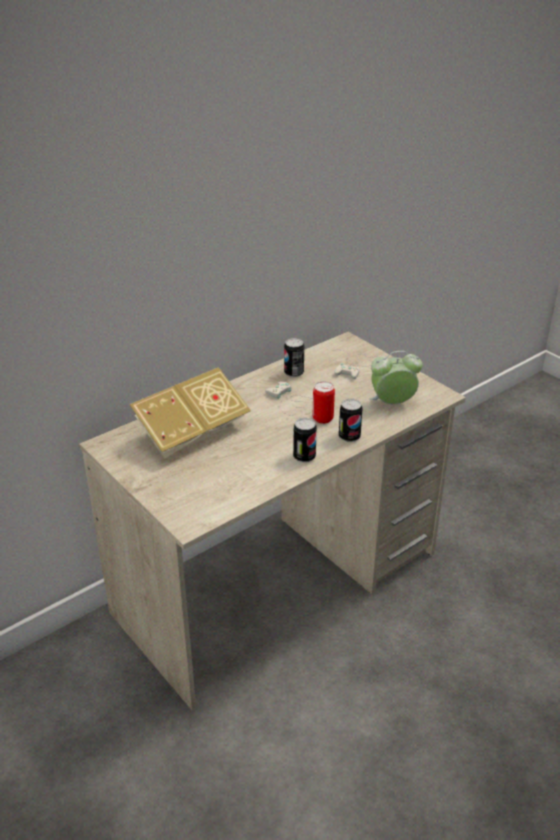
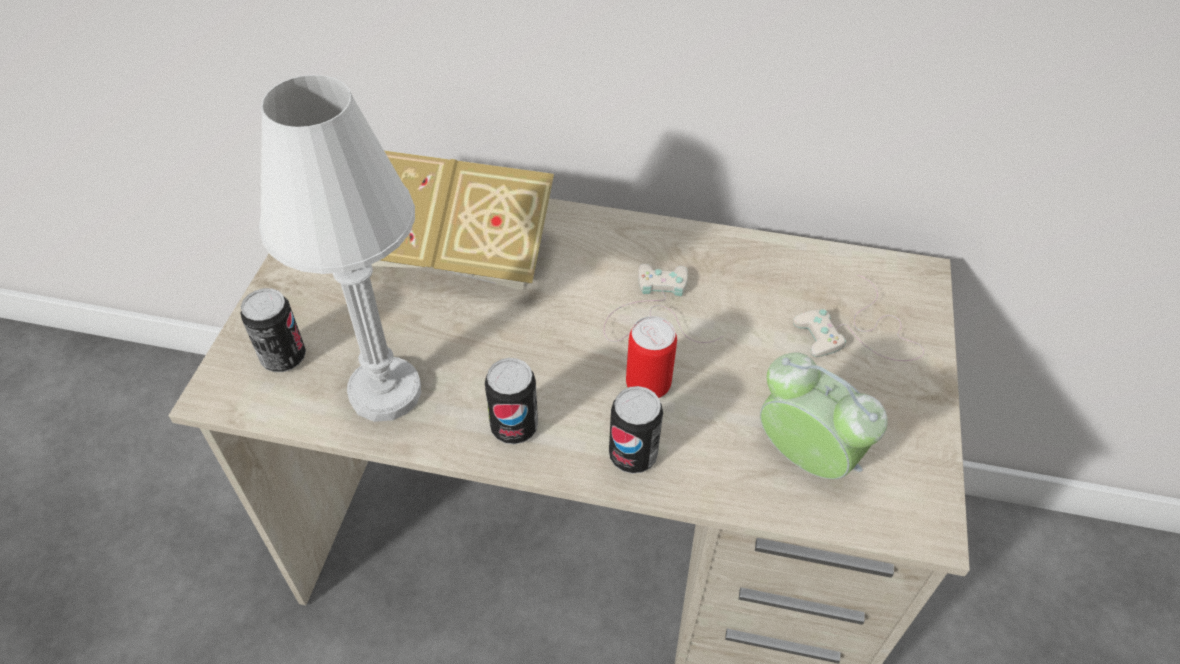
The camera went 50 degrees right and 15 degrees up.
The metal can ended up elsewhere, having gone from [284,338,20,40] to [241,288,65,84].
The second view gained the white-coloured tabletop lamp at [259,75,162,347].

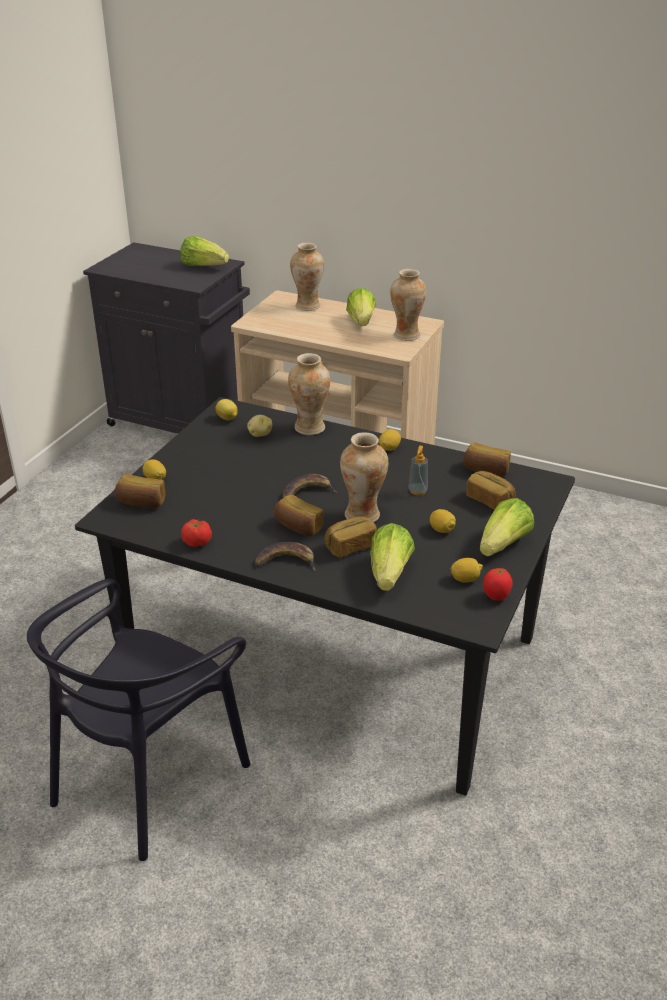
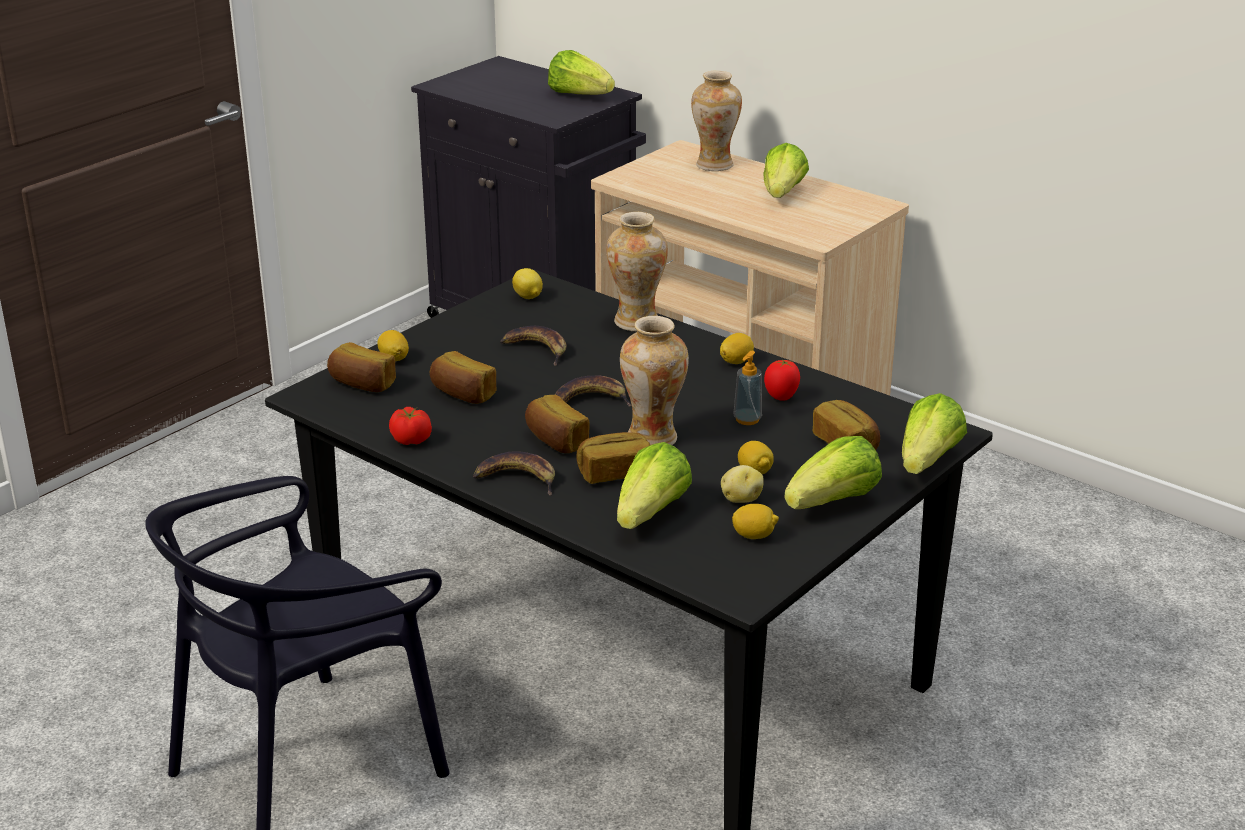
The camera went 15 degrees right and 5 degrees down.
The baked bread ended up elsewhere, having gone from [463,442,48,35] to [430,351,66,53].
The second view gained the whole banana at [500,326,67,40].
The potato ended up elsewhere, having gone from [247,415,25,22] to [721,465,43,38].
The fresh tomato ended up elsewhere, having gone from [483,568,30,33] to [764,359,36,41].
The second view gained the head of lettuce at [902,393,65,81].
The second view lost the flower vase at [390,269,36,72].

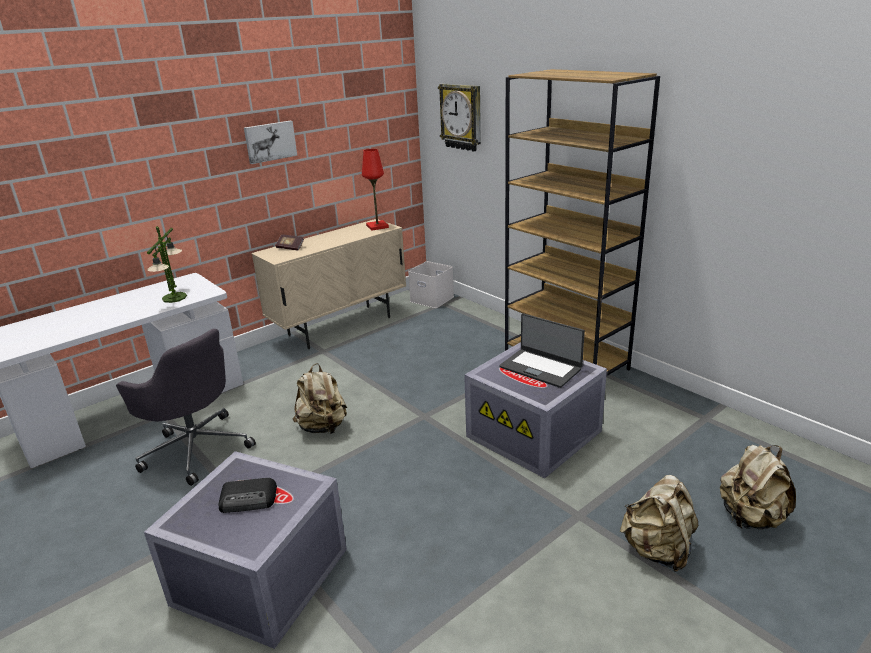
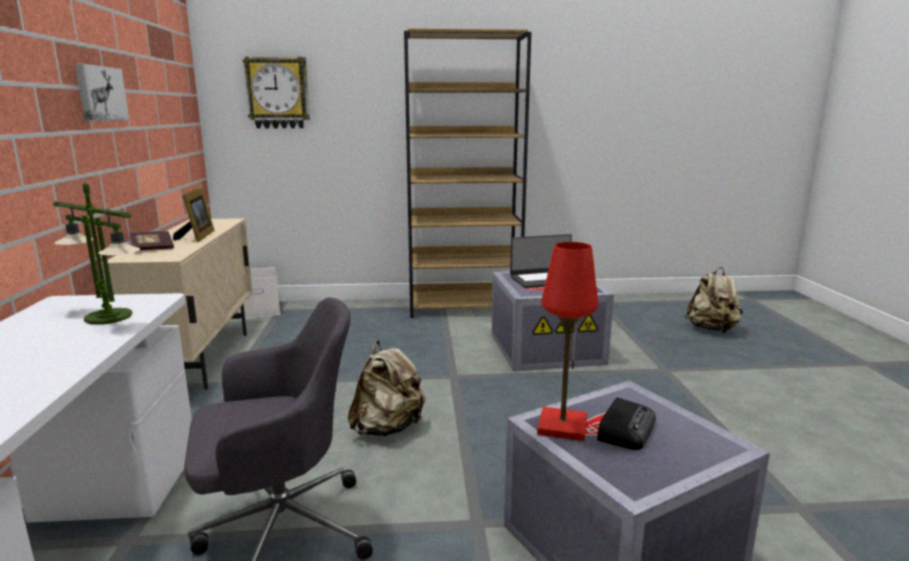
The camera went 55 degrees left and 10 degrees down.
The second view gained the picture frame at [173,188,41,54].
The reddish tabletop lamp ended up elsewhere, having gone from [362,149,27,82] to [537,242,61,199].
The second view lost the beige rucksack at [620,475,78,97].

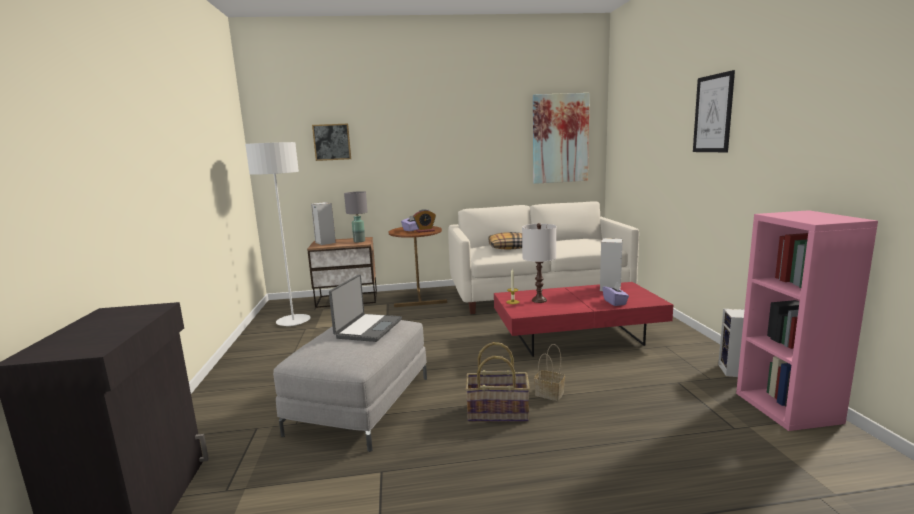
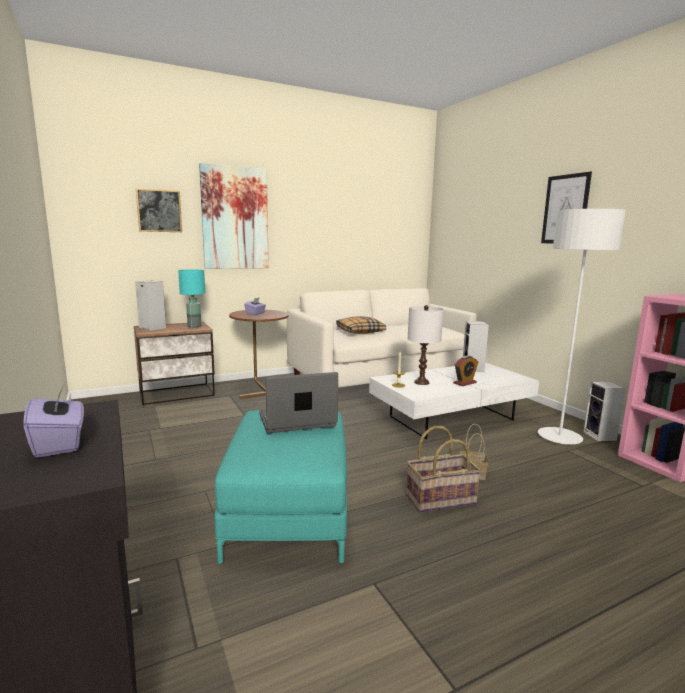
The camera went 20 degrees left and 0 degrees up.
The purple tissue box ended up elsewhere, having gone from [602,282,27,24] to [23,384,61,74].
What was the greyish tabletop lamp at [344,191,24,51] turned into the turquoise tabletop lamp at [178,270,27,58].
The picture ended up elsewhere, having gone from [533,93,57,91] to [199,163,70,106].
What was the greyish footrest at [273,320,154,132] turned into the turquoise footrest at [214,410,133,154].
The notebook computer at [329,274,73,68] ended up facing another way, 105 degrees counterclockwise from before.
What was the reddish coffee table at [494,282,179,75] turned into the white-coloured coffee table at [369,363,170,76].
The alarm clock ended up elsewhere, having gone from [413,209,23,24] to [453,355,25,31].
The white-coloured standard lamp ended up elsewhere, having gone from [245,142,66,184] to [538,209,88,235].

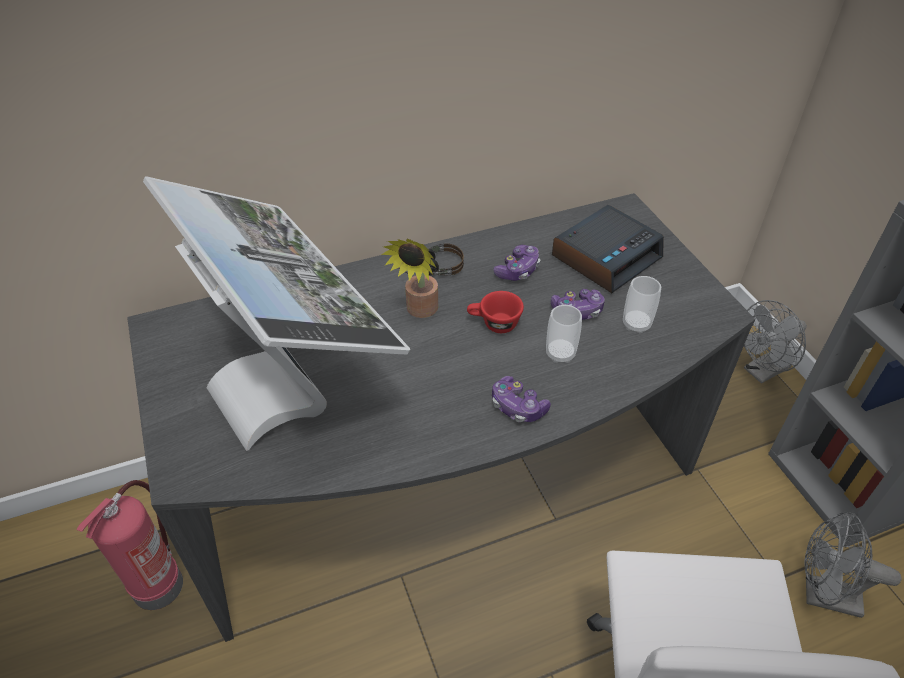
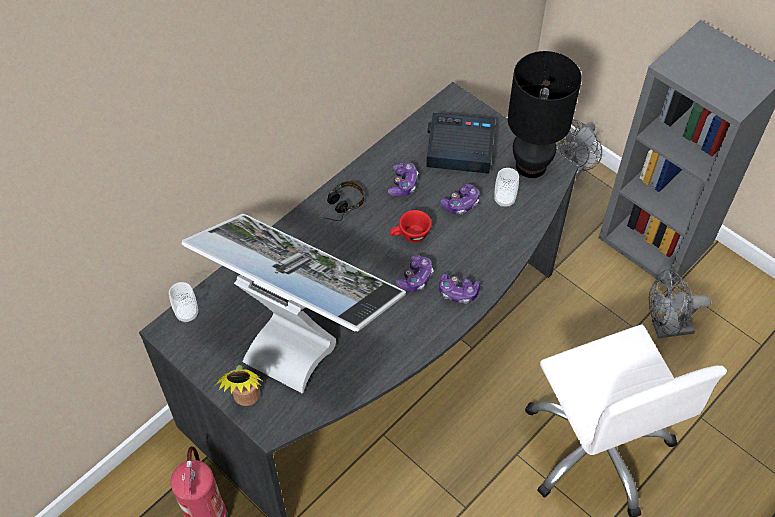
The camera went 25 degrees left and 10 degrees up.
The cup ended up elsewhere, having gone from [546,305,36,58] to [169,282,29,41].
The houseplant ended up elsewhere, having gone from [381,239,57,79] to [216,365,46,41].
The second view gained the gamepad at [396,255,38,37].
The alarm clock at [552,205,112,88] ended up facing another way, 105 degrees counterclockwise from before.
The second view gained the blackish tabletop lamp at [508,51,74,127].

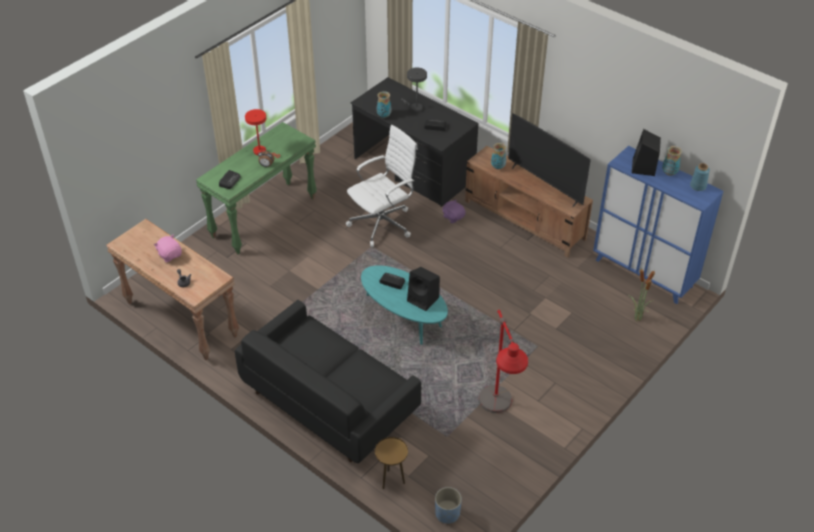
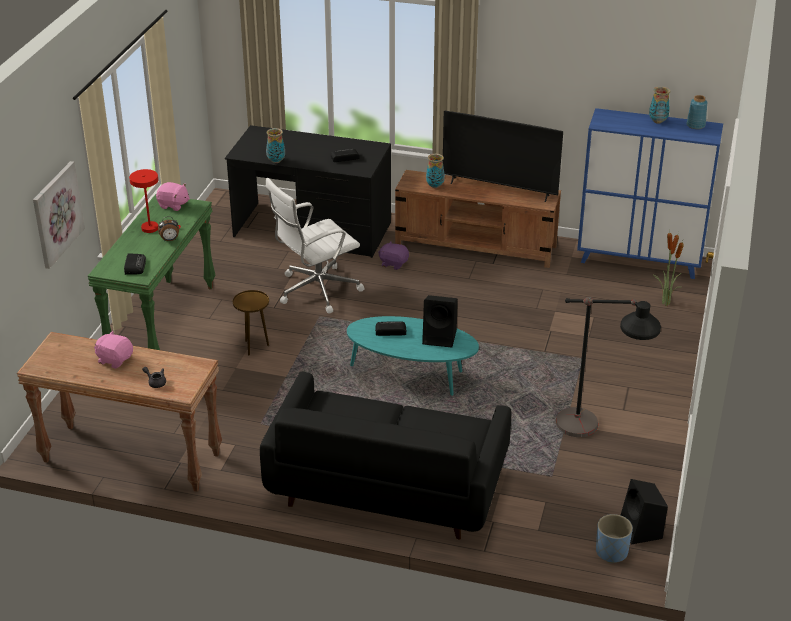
The camera went 25 degrees left and 10 degrees down.
The second view gained the picture at [33,161,52,108].
The second view gained the pinkish soft toy at [156,182,34,29].
The brownish accent table ended up elsewhere, having gone from [375,437,33,52] to [233,290,36,66].
The white-coloured computer chair at [346,125,72,122] ended up facing another way, 150 degrees counterclockwise from before.
What was the reddish standard lamp at [479,310,49,103] turned into the blackish standard lamp at [556,297,105,140].
The blackish loudspeaker ended up elsewhere, having gone from [632,129,29,47] to [621,479,47,65].
The second view lost the greyish tabletop lamp at [401,68,26,45].

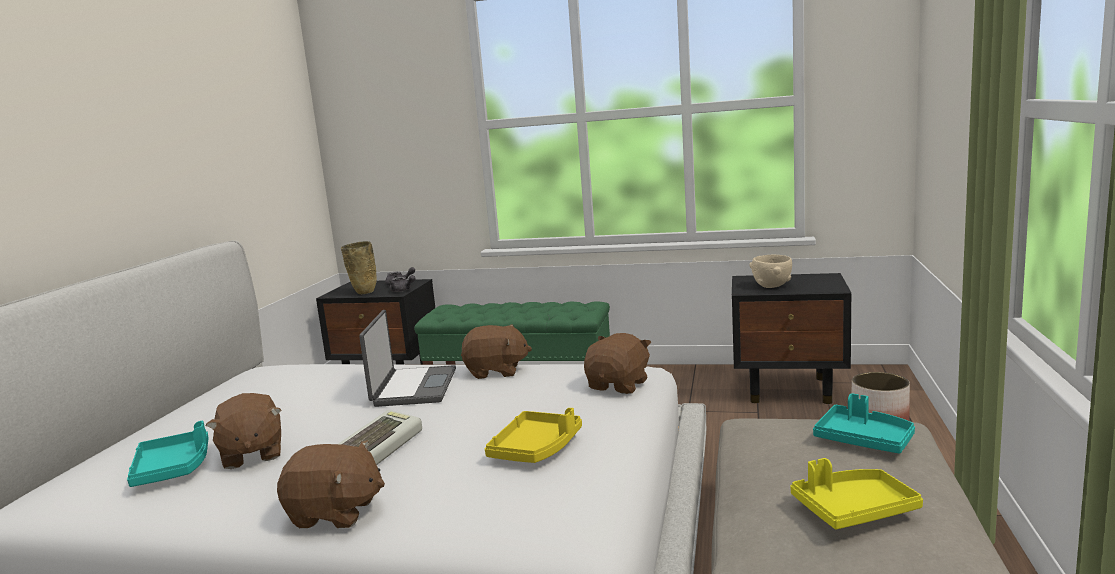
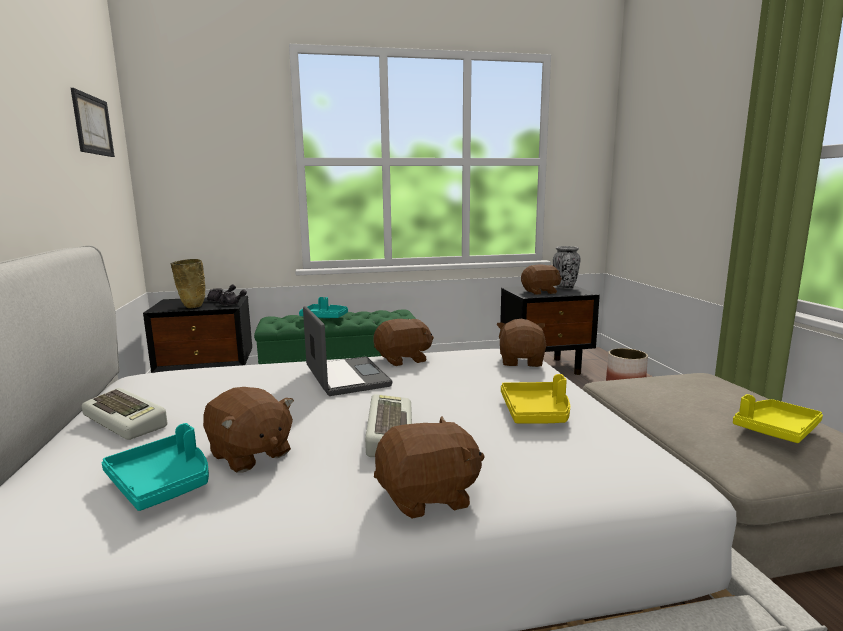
The camera went 25 degrees left and 0 degrees up.
The second view gained the picture at [71,88,44,69].
The second view gained the PC keyboard at [82,388,85,52].
The turquoise serving tray ended up elsewhere, having gone from [813,393,102,61] to [299,297,49,21].
Where the beige deep dish stood at [750,255,42,33], the brownish soft toy came to stand at [521,264,41,31].
The second view gained the flower vase at [553,246,27,43].

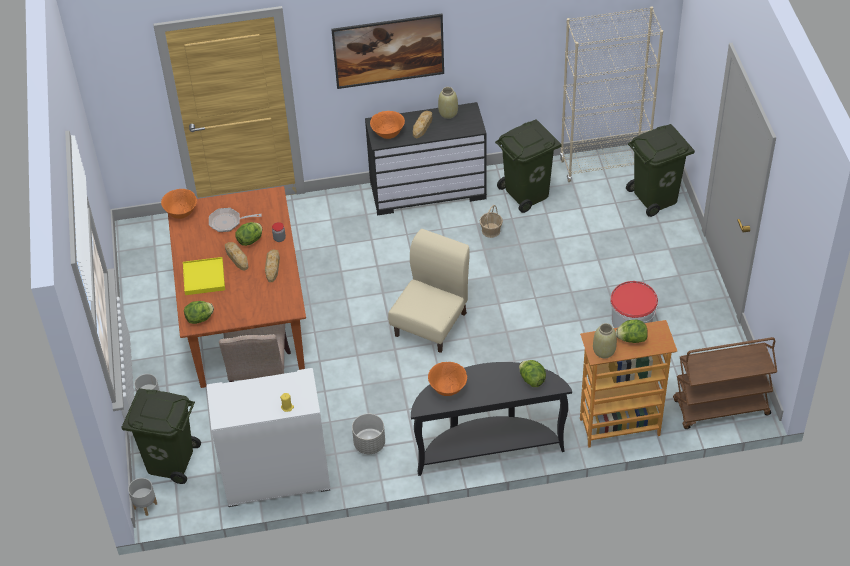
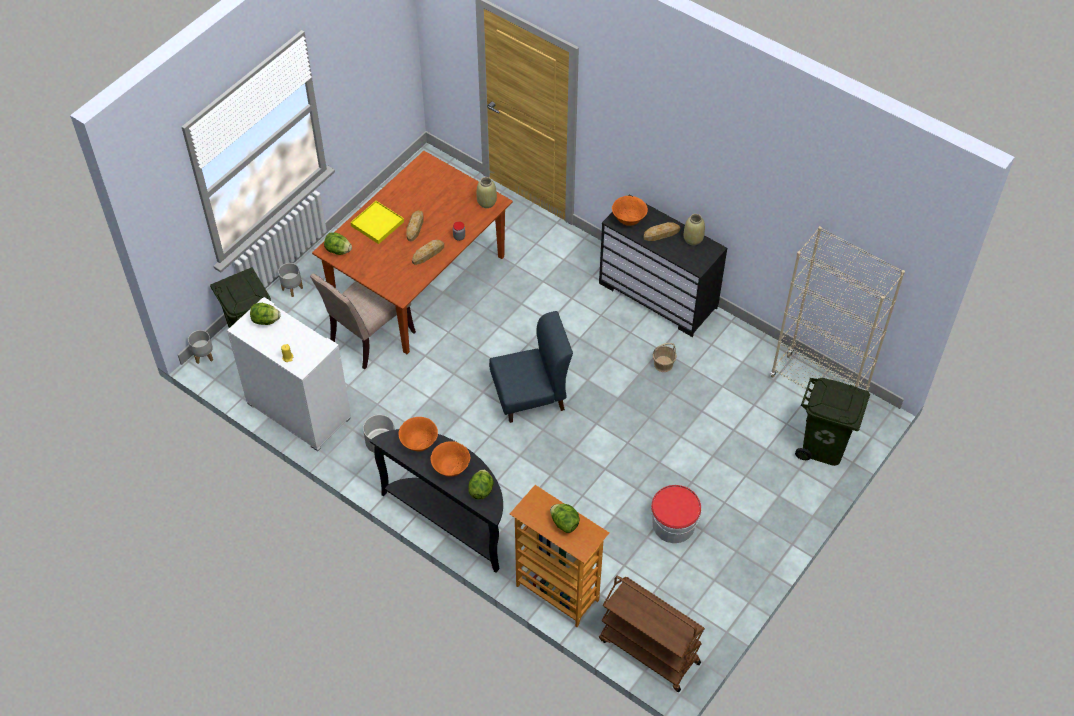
The camera went 45 degrees right and 5 degrees up.
The head of lettuce ended up elsewhere, having gone from [235,222,27,24] to [250,303,31,22].
The orange-coloured deep dish ended up elsewhere, having gone from [161,189,36,30] to [431,441,39,36].
The beige flower vase ended up elsewhere, having gone from [593,323,24,35] to [476,177,21,31].
What was the beige plain chair at [388,229,82,124] turned into the bluish plain chair at [489,311,84,112].
The second view lost the skillet at [209,208,53,24].
The second view lost the picture at [331,14,113,75].
The second view lost the green-coloured waste bin at [495,119,67,94].

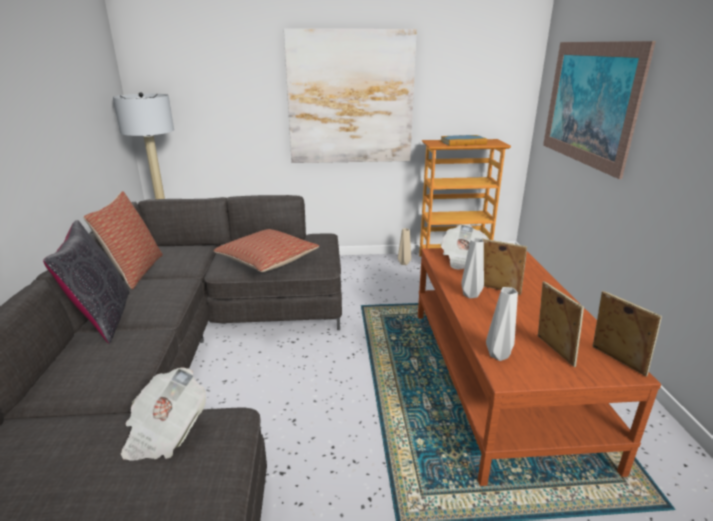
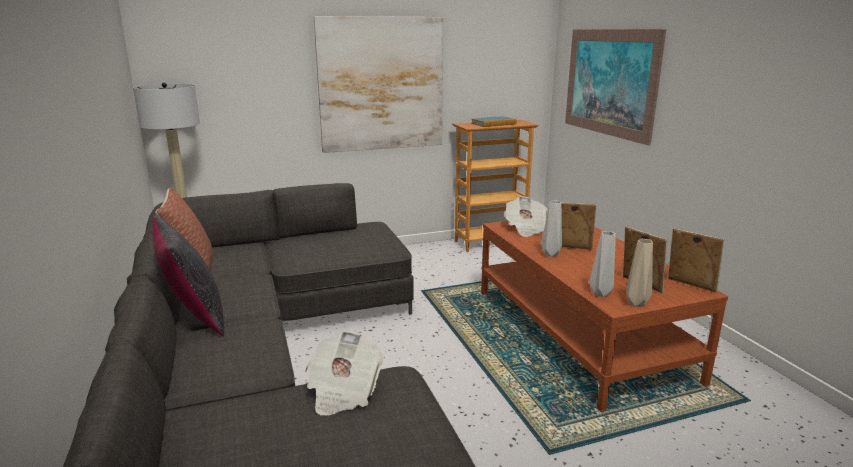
The camera went 15 degrees left and 5 degrees down.
The beige flower vase ended up elsewhere, having gone from [398,228,13,37] to [626,239,27,68].
The second view lost the throw pillow at [213,229,106,43].

